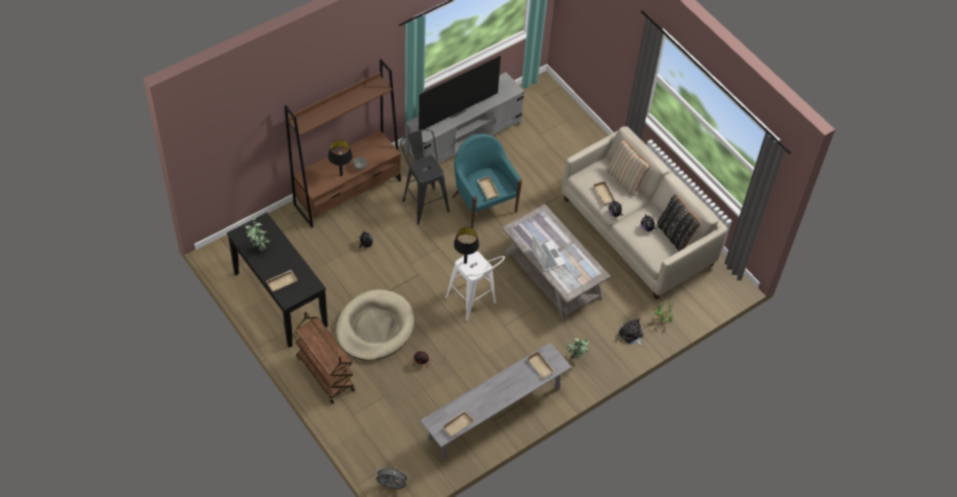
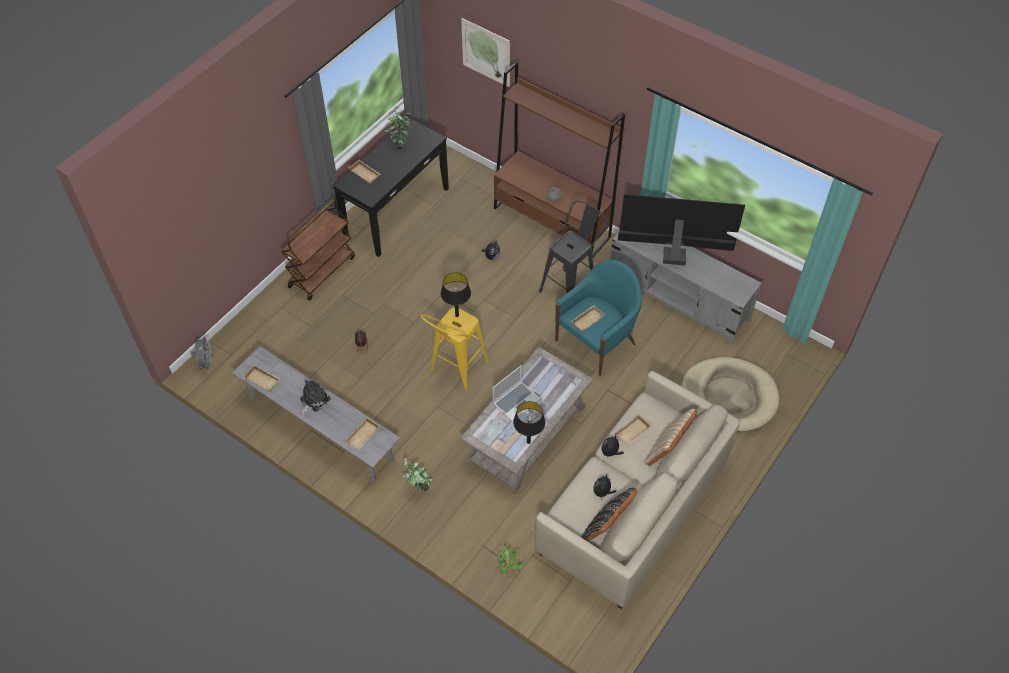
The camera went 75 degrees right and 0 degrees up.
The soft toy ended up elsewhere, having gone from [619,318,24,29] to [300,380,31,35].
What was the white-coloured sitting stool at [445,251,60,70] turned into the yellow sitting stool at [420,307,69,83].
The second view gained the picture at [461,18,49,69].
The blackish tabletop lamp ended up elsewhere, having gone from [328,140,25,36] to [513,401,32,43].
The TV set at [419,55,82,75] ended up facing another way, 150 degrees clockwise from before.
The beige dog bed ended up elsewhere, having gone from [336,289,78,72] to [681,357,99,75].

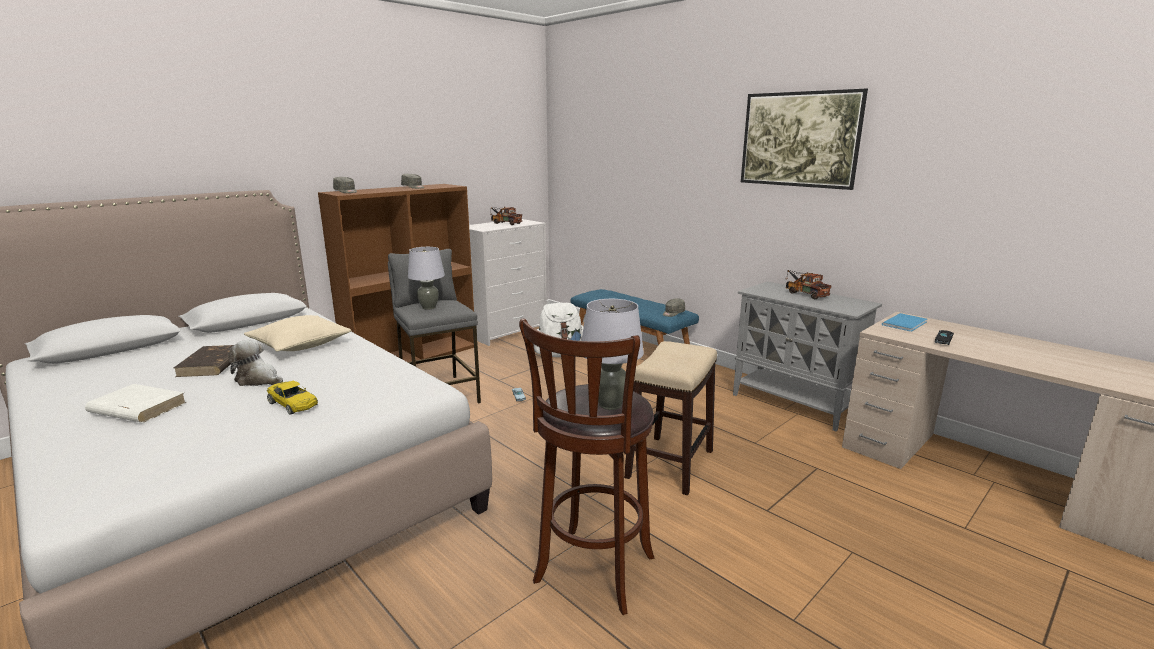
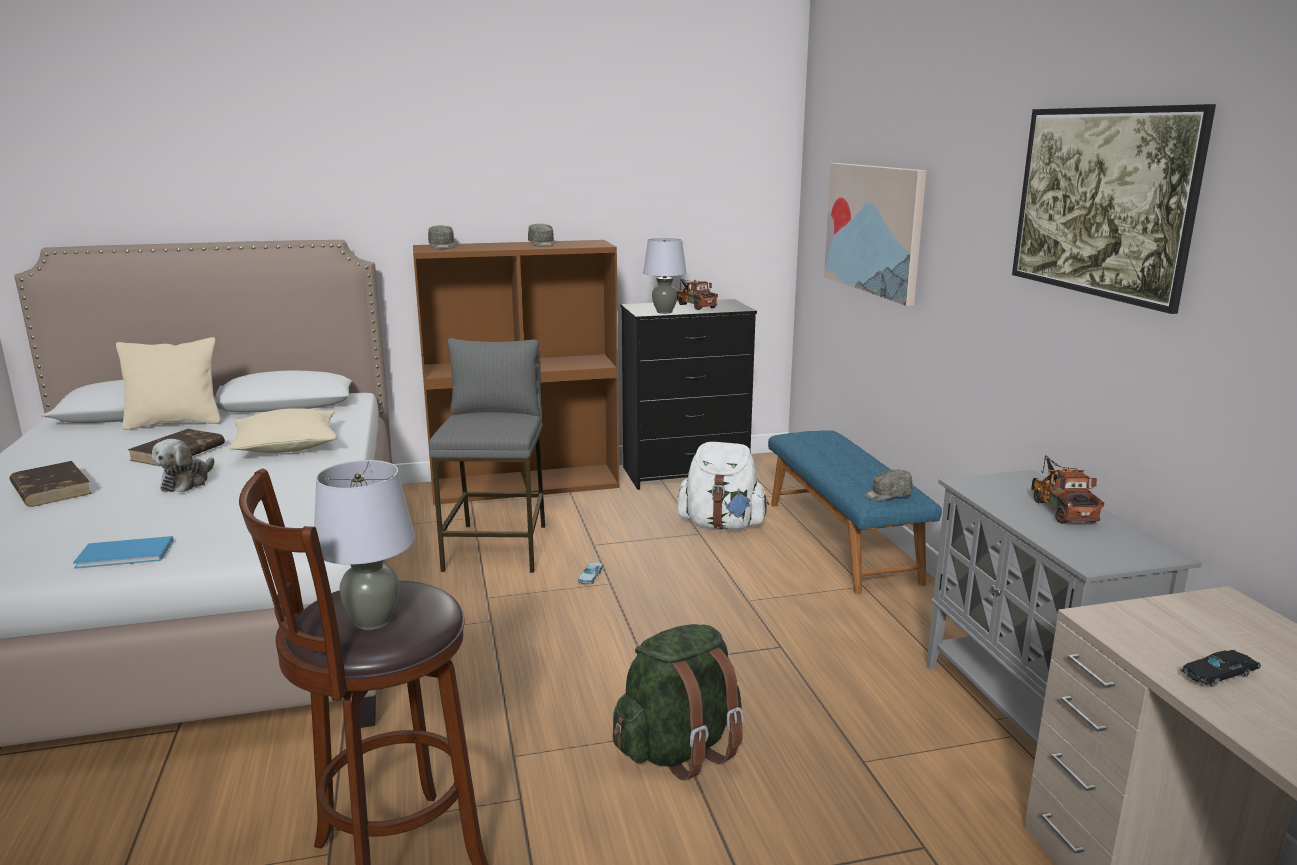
The camera went 30 degrees right and 0 degrees up.
What was the white-coloured book at [85,384,102,39] turned into the brownish book at [10,461,82,46].
The bluish book ended up elsewhere, having gone from [882,313,46,19] to [73,536,100,33].
The second view gained the beige throw pillow at [116,337,105,93].
The soft toy at [228,340,55,46] ended up facing another way, 135 degrees counterclockwise from before.
Where the sitting stool stood at [624,341,93,154], the green-coloured rucksack came to stand at [613,624,131,156].
What was the white-coloured chest of drawers at [469,219,78,127] turned into the blackish chest of drawers at [621,299,136,191].
The greyish tabletop lamp ended up elsewhere, having gone from [408,247,37,63] to [643,238,43,76].
The second view gained the picture at [824,163,102,143].
The second view lost the yellow model car at [267,381,51,33].

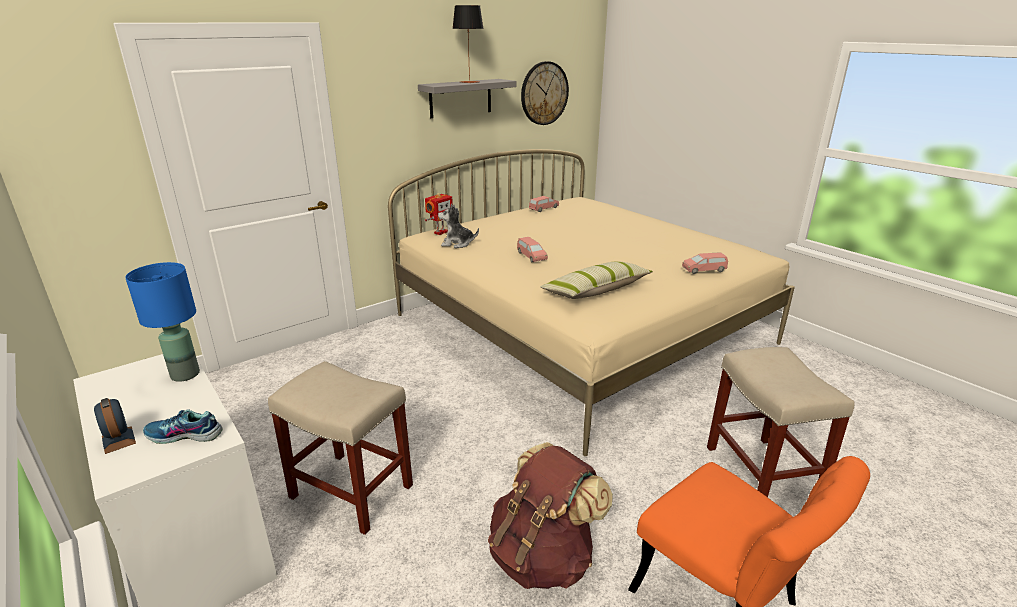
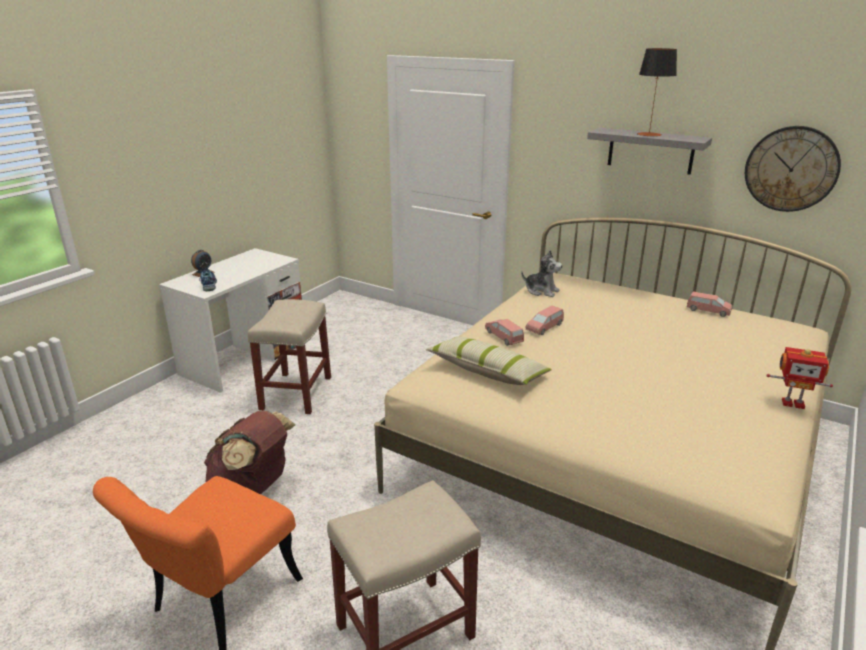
The camera went 70 degrees right and 0 degrees up.
The pinkish model car ended up elsewhere, having gone from [682,252,46,22] to [485,319,39,27].
The soft toy at [438,203,41,45] ended up facing another way, 135 degrees clockwise from before.
The robot figure ended up elsewhere, having gone from [425,193,28,42] to [766,347,67,62].
The second view lost the bluish tabletop lamp at [125,262,75,120].

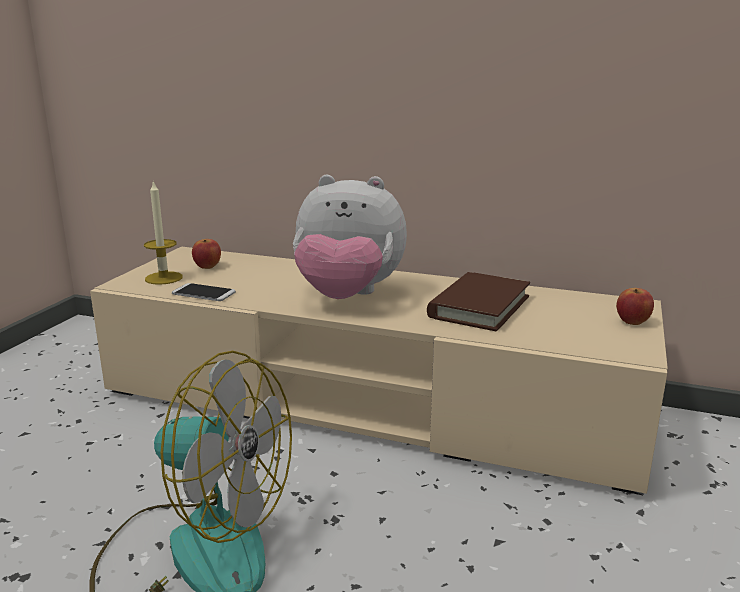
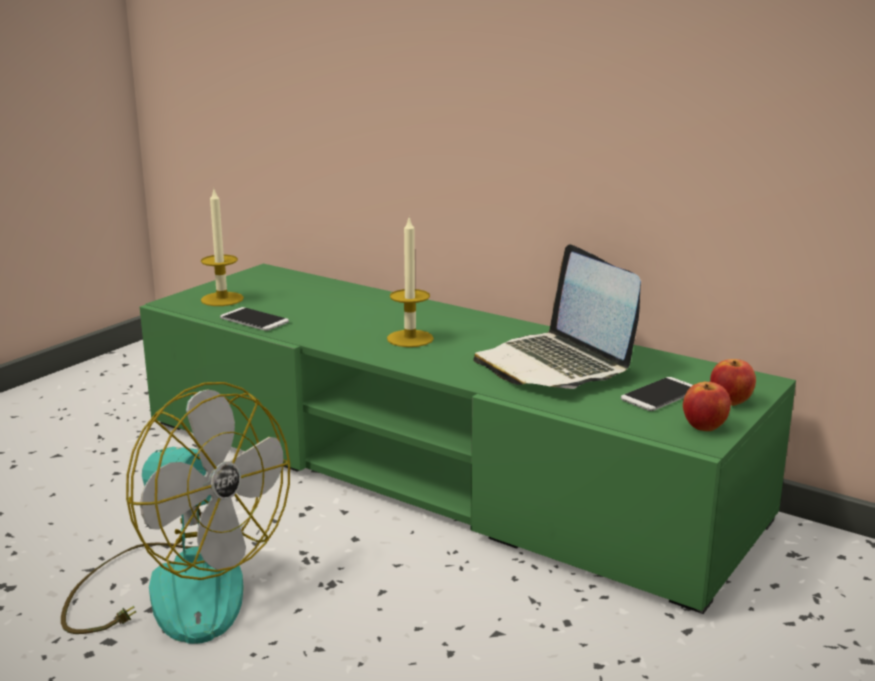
The camera went 15 degrees right and 0 degrees up.
What was the beige tv unit at [90,247,578,248] turned into the green-coloured tv unit at [140,264,656,350].
Where the soft toy stood at [293,175,114,124], the wax candle came to stand at [387,218,47,129].
Where the brownish book stood at [427,272,103,59], the notebook computer came to stand at [473,244,168,145].
The second view gained the handset at [621,377,72,34].
The apple fruit ended up elsewhere, having gone from [192,239,29,30] to [683,382,48,49].

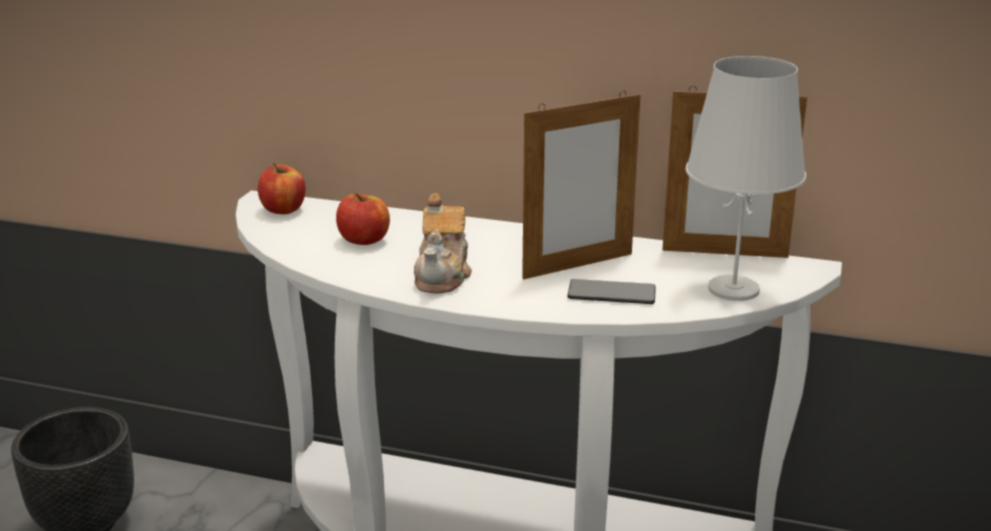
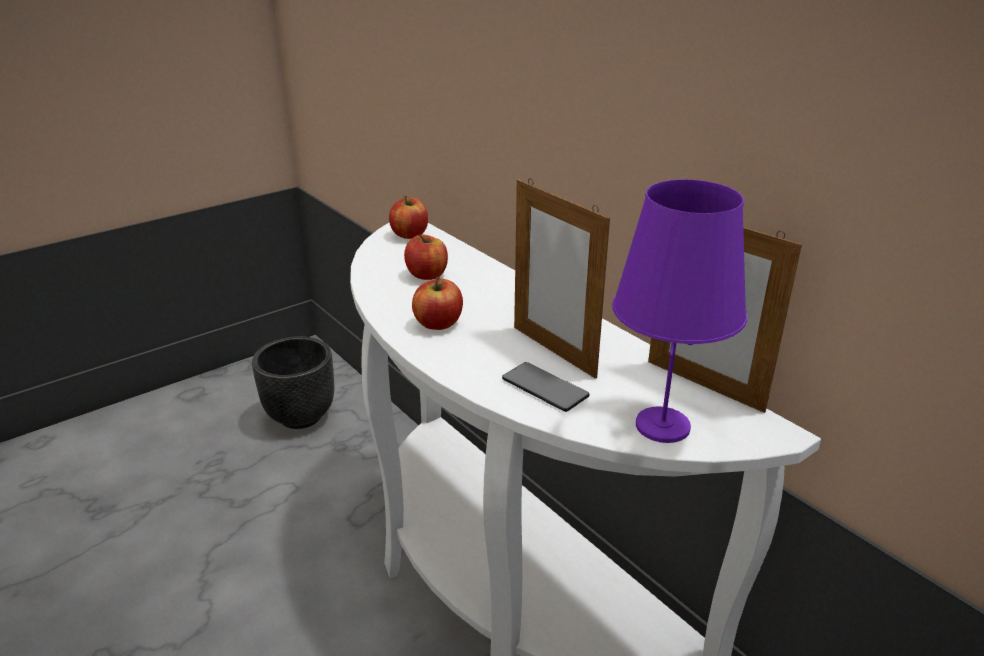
The camera went 35 degrees right and 5 degrees up.
Where the tea pot stood at [414,193,58,100], the apple fruit came to stand at [412,277,51,53].
The picture frame at [522,91,118,188] ended up facing another way, 45 degrees clockwise from before.
What was the white-coloured tabletop lamp at [685,56,121,245] turned into the purple tabletop lamp at [612,179,135,264].

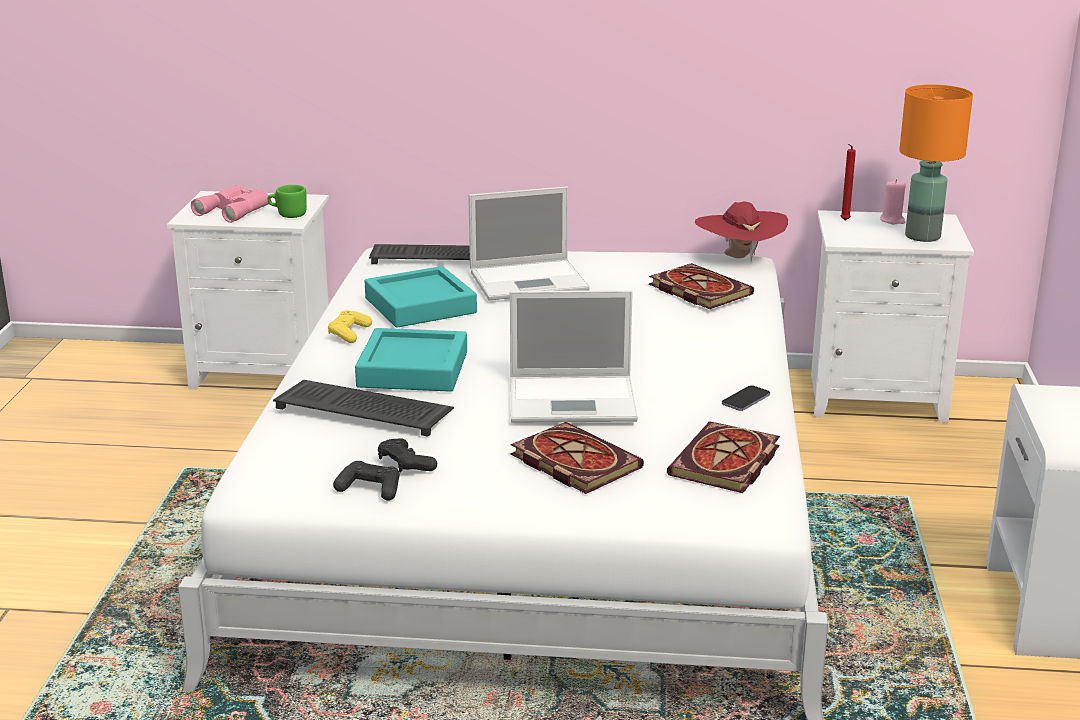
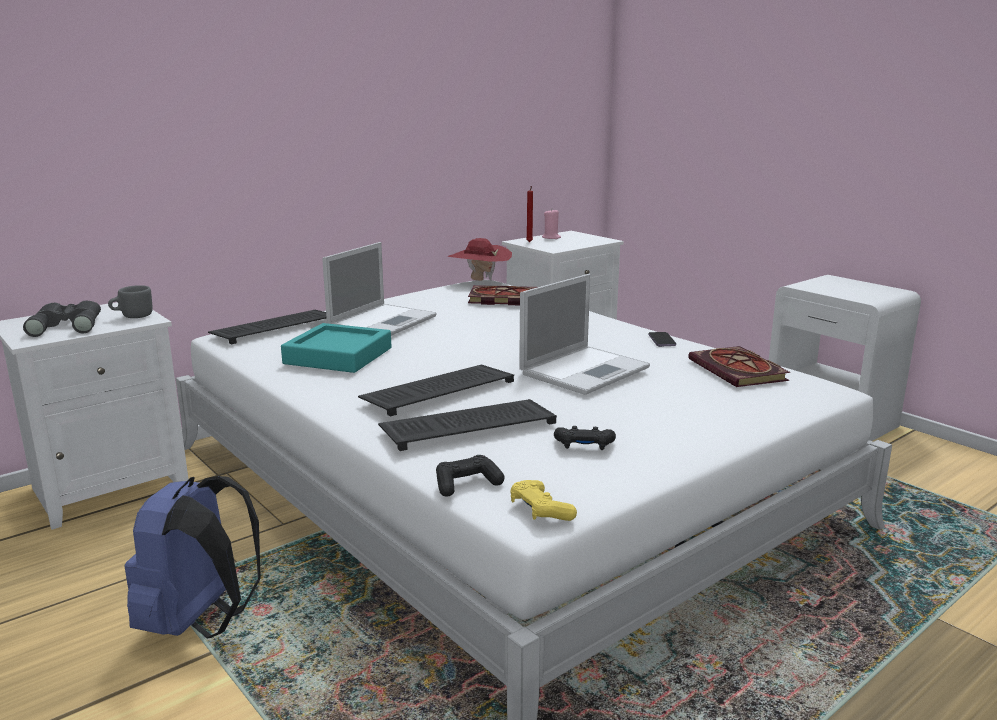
The camera went 45 degrees left and 5 degrees down.
What was the pinkish pair of binoculars at [191,186,78,37] turned into the greyish pair of binoculars at [23,301,78,36].
What was the green-coloured coffee mug at [267,185,40,33] turned into the greyish coffee mug at [108,285,45,33].
The second view gained the bluish rucksack at [125,476,136,162].
Where the turquoise serving tray stood at [355,328,112,64], the PC keyboard came to stand at [358,364,156,53].
The blackish gamepad ended up elsewhere, having gone from [333,461,67,40] to [436,455,68,42].
The yellow gamepad ended up elsewhere, having gone from [328,310,44,33] to [510,480,67,41].
The second view lost the book at [511,422,133,72].
The second view lost the orange-coloured tabletop lamp at [899,84,74,158].

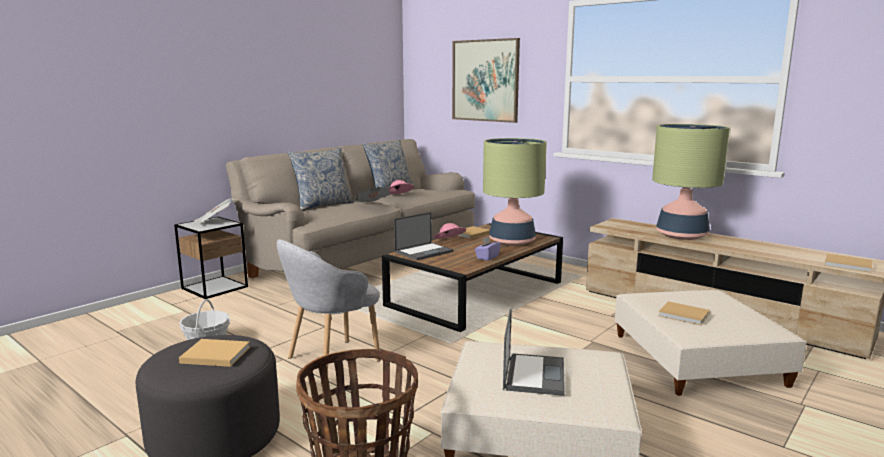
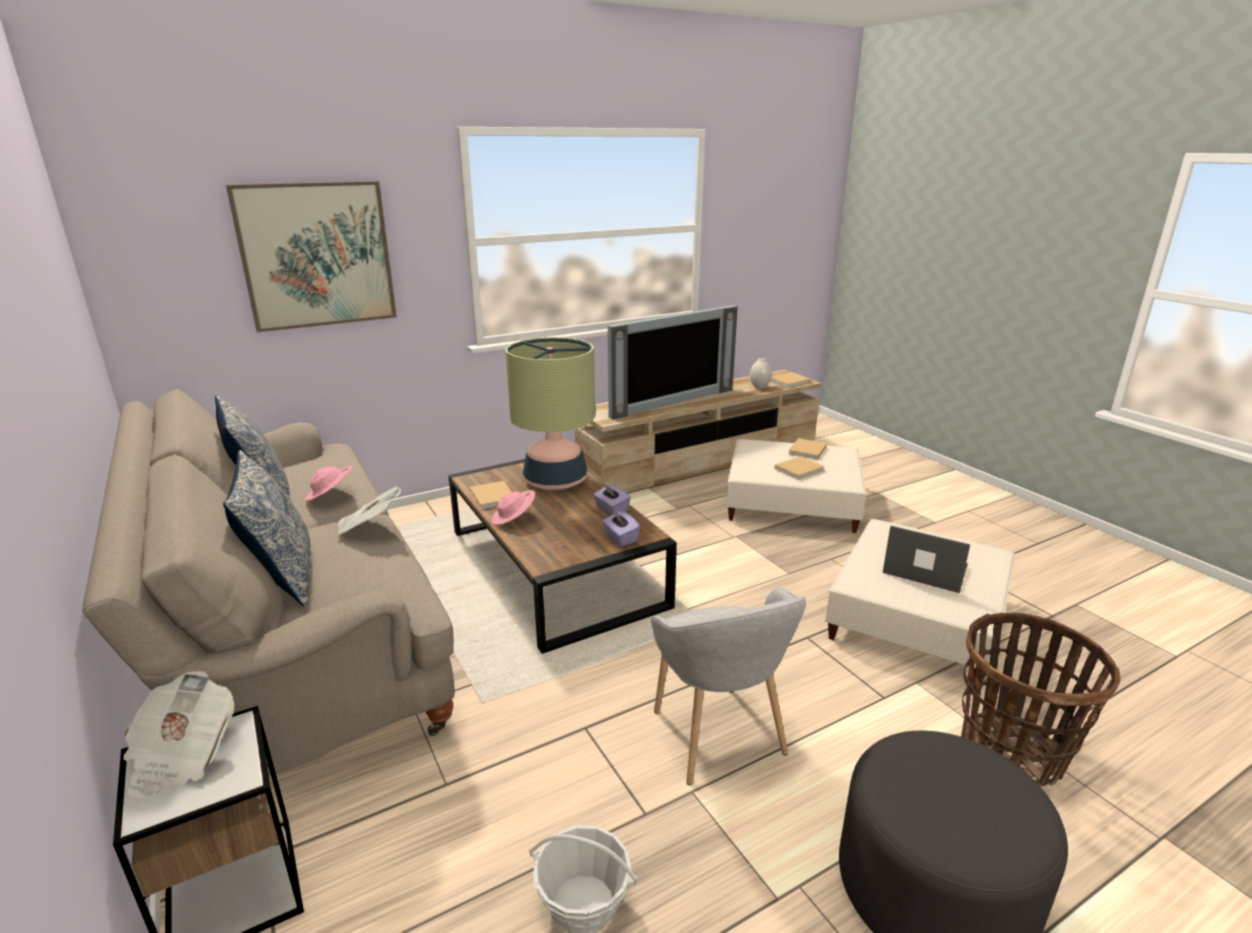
The camera went 70 degrees left and 10 degrees up.
The second view gained the purple tissue box at [602,511,38,36].
Where the tabletop lamp stood at [652,124,78,116], the TV set came to stand at [608,305,130,115].
The second view gained the white-coloured flower vase at [750,358,22,31].
The beige book ended up elsewhere, having gone from [179,339,71,28] to [788,438,39,22].
The second view lost the notebook computer at [394,212,60,48].

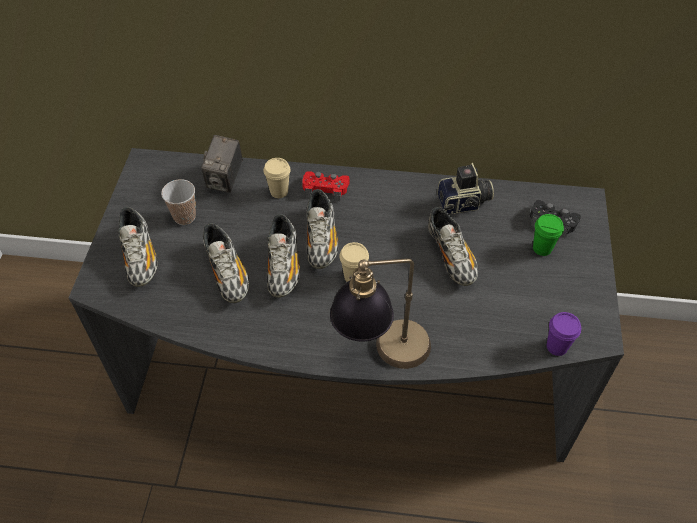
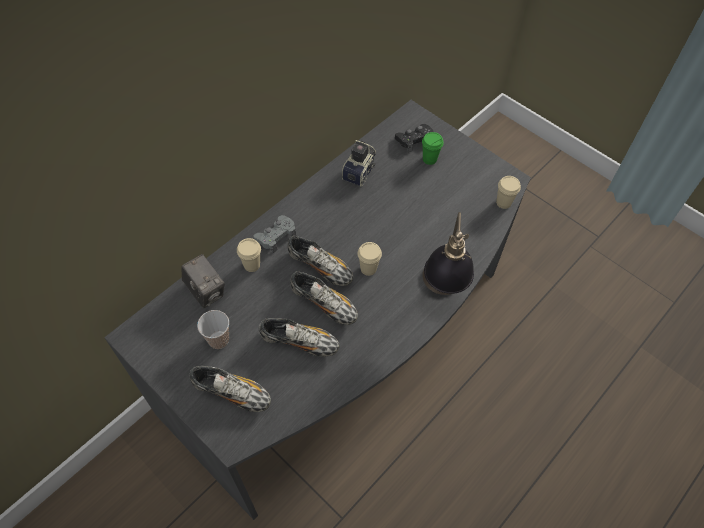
The camera went 55 degrees left and 5 degrees up.
What was the reddish gamepad at [302,171,48,31] turned into the greyish gamepad at [254,215,42,38].
What was the purple cup at [547,312,34,44] turned into the beige cup at [496,176,25,33].
The second view lost the item of footwear at [428,207,50,79].

